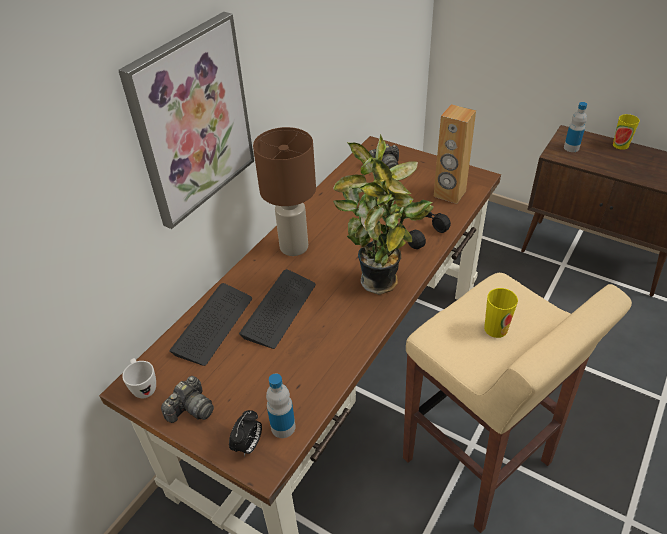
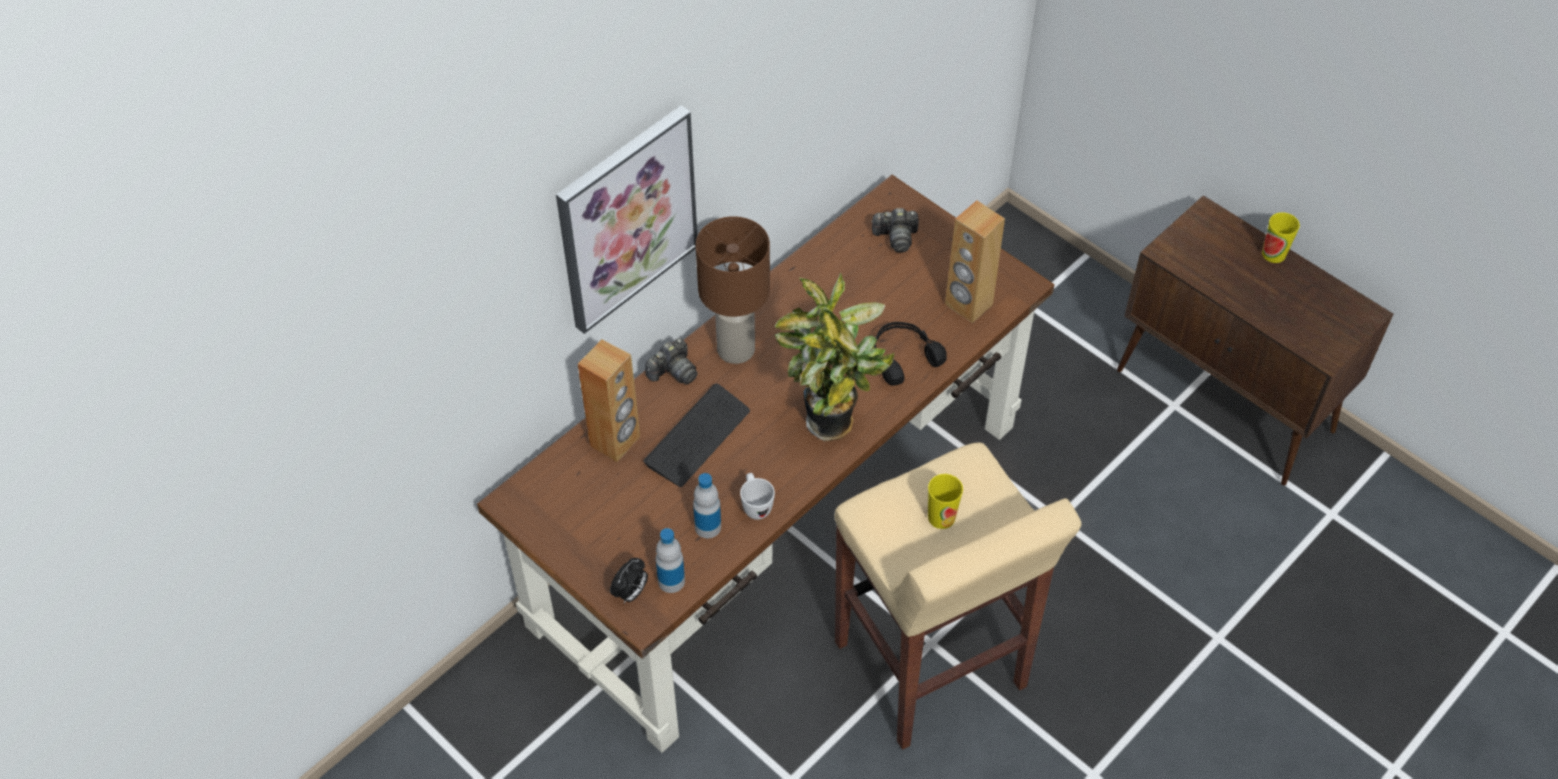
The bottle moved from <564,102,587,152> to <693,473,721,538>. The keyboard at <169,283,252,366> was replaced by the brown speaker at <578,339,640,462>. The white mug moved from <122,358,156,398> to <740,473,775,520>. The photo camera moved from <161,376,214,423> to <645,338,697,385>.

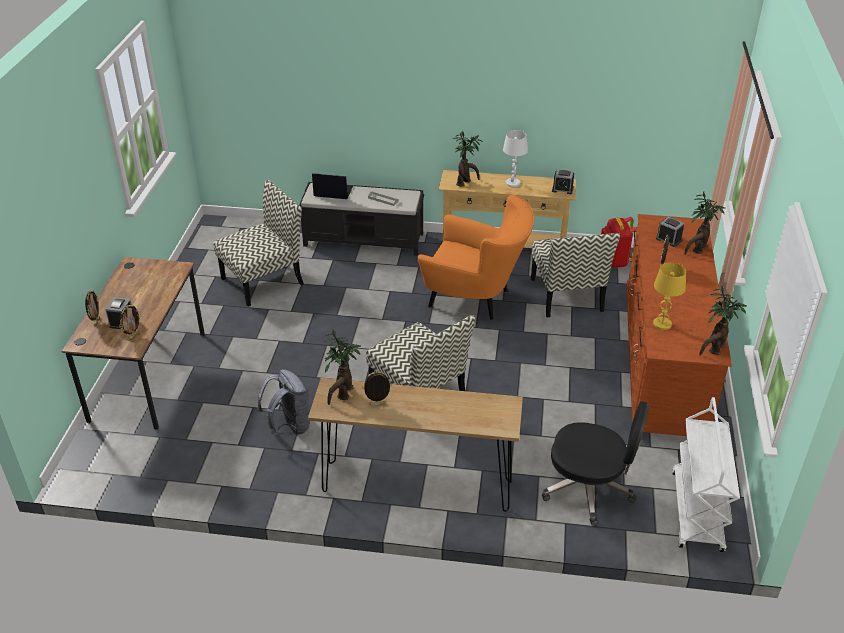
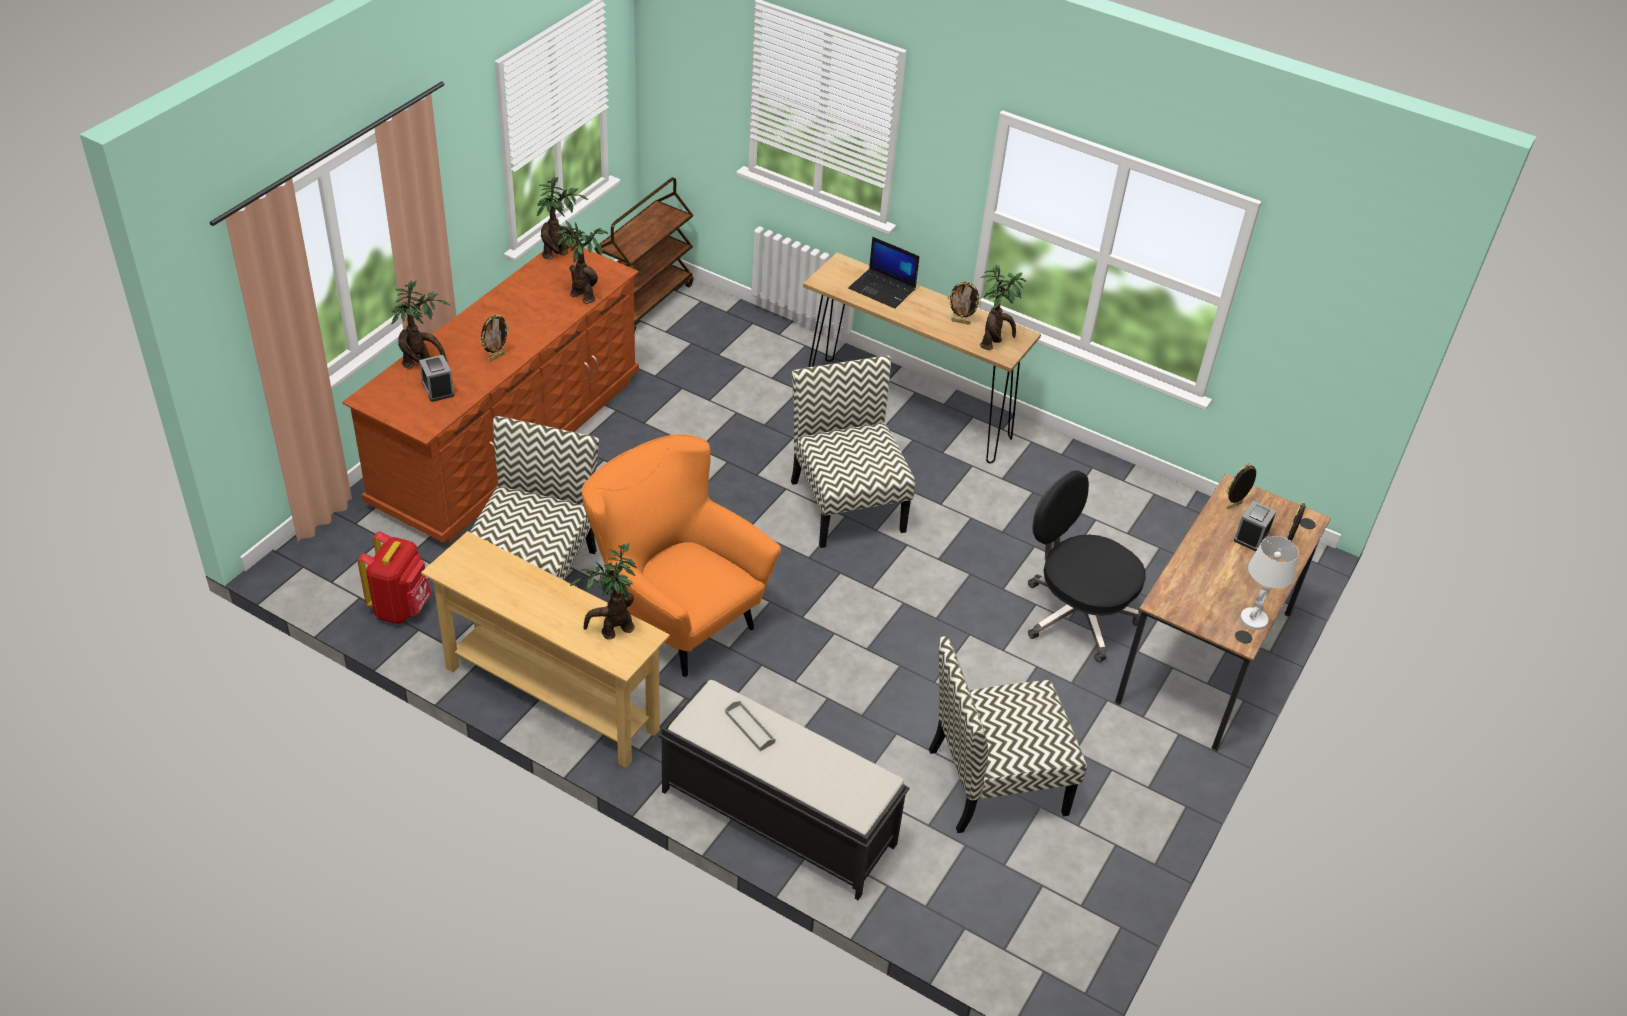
The white table lamp moved from <503,130,528,187> to <1240,536,1299,630>. The alarm clock at <552,169,574,194> disappeared. The laptop moved from <312,173,353,199> to <848,237,920,309>. The yellow table lamp at <653,262,686,330> was replaced by the potted plant at <555,220,608,304>. The grey backpack at <258,369,310,435> disappeared. The white cart at <672,397,740,552> became the brown cart at <594,177,694,331>. The black office chair moved from <542,401,649,526> to <1028,470,1146,663>.

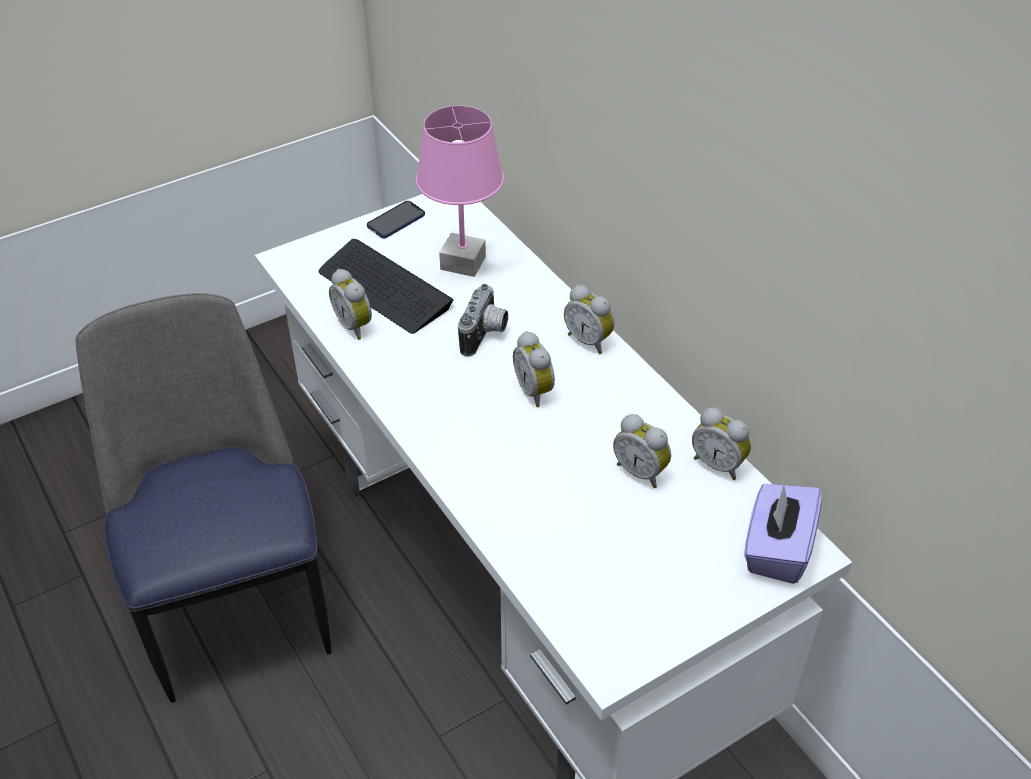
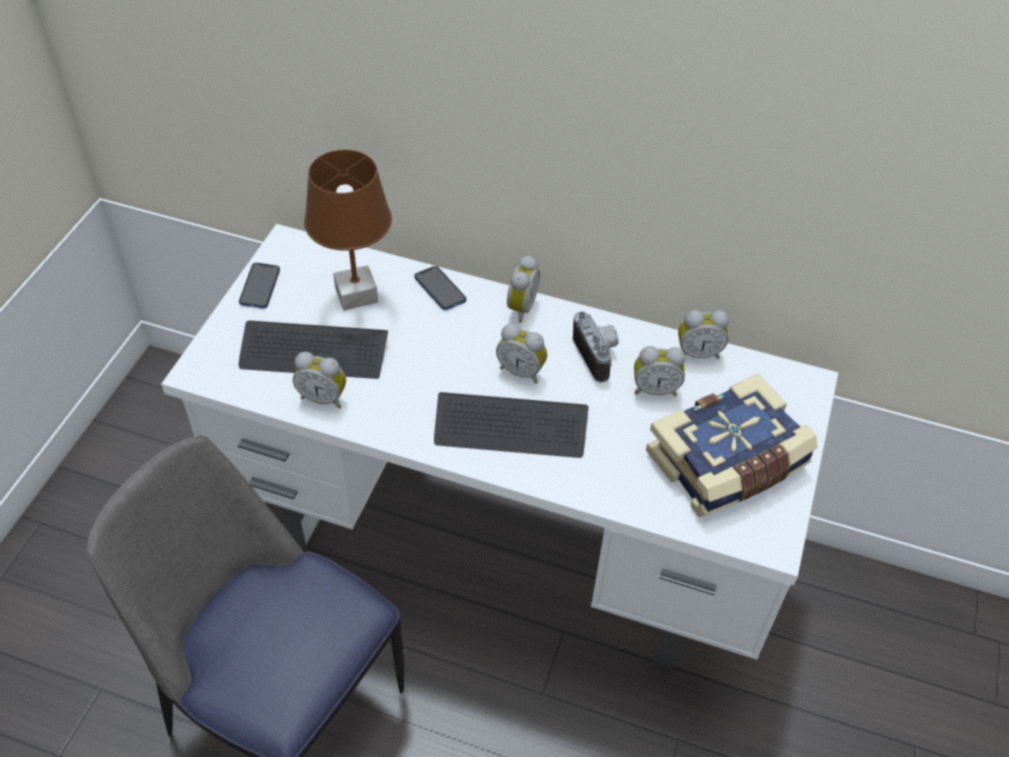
The pink table lamp at <416,106,504,277> became the brown table lamp at <304,150,392,310>. The photo camera moved from <458,284,508,356> to <573,312,619,382>. The alarm clock at <564,285,615,354> turned 75 degrees counterclockwise. The purple tissue box at <744,484,822,584> disappeared. The phone at <414,266,466,310> appeared. The book at <646,374,818,517> appeared. The keyboard at <434,392,588,458> appeared.

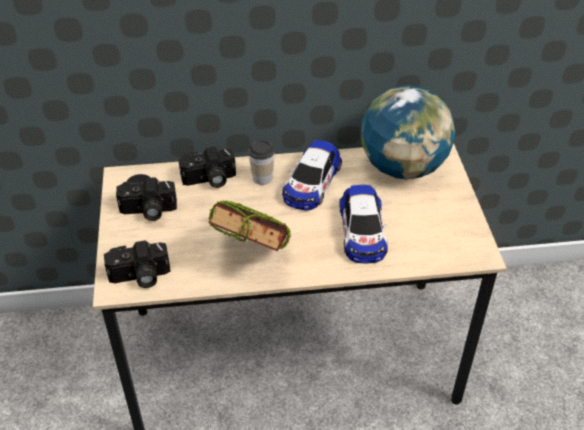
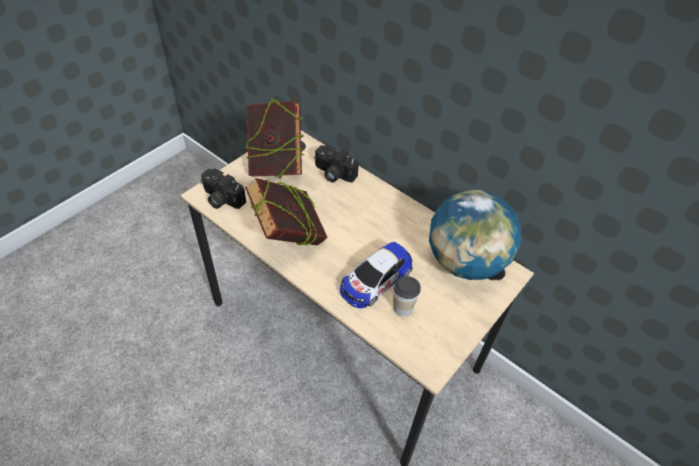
The cup moved from <248,140,275,185> to <393,276,421,316>. The toy car at <282,140,342,211> disappeared. The photo camera at <116,177,177,221> was replaced by the book at <245,98,304,178>.

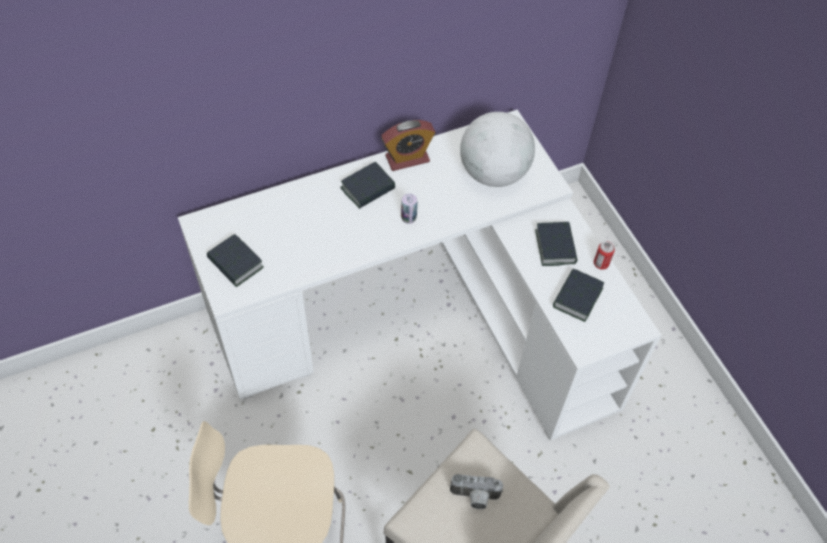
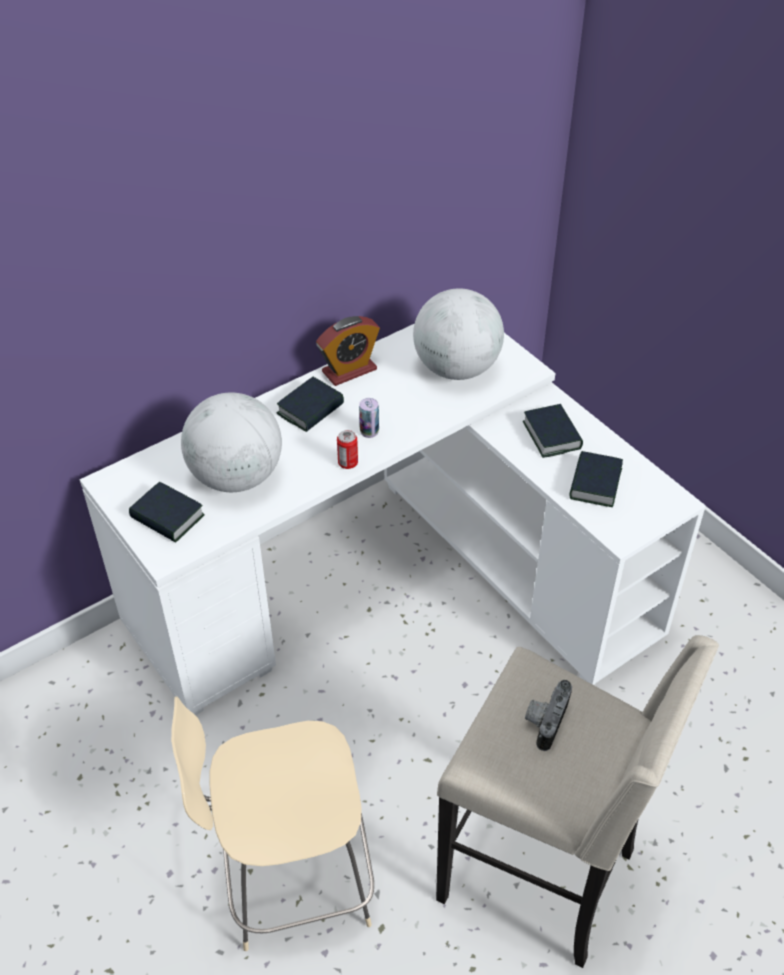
The can moved from <594,241,615,270> to <337,430,358,469>. The photo camera at <450,474,503,509> turned 120 degrees clockwise. The globe at <181,392,282,492> appeared.

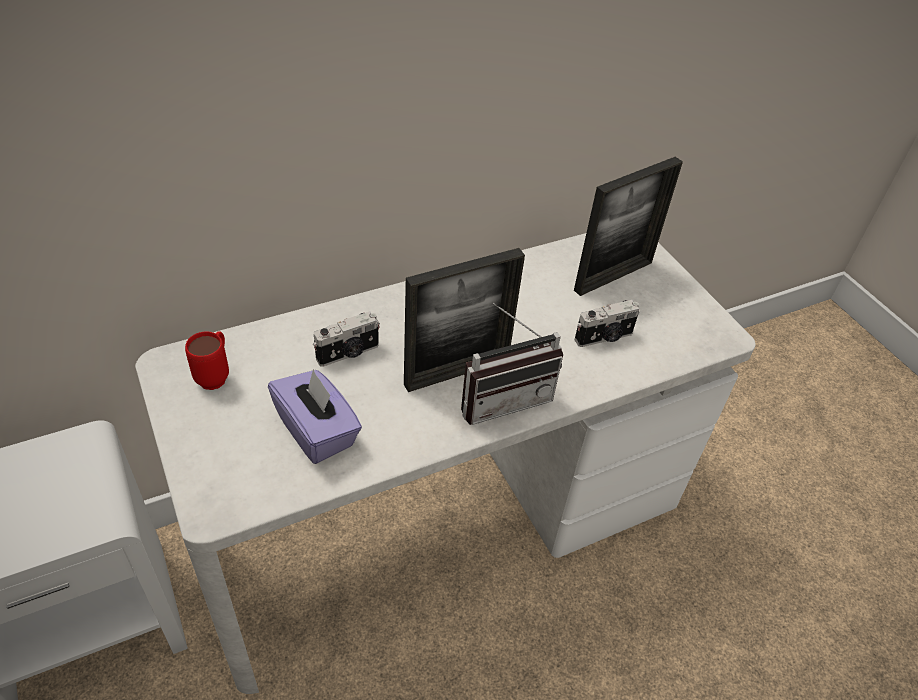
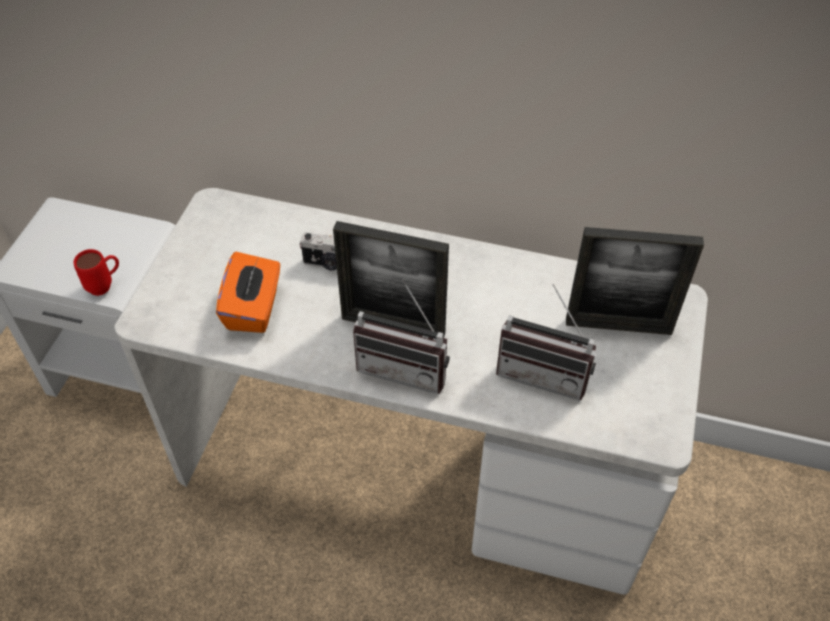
The photo camera at <575,300,639,347> was replaced by the radio at <496,284,596,400>. The red mug moved from <185,331,229,390> to <74,249,119,296>. The purple tissue box at <268,369,362,464> became the orange tissue box at <216,252,280,333>.

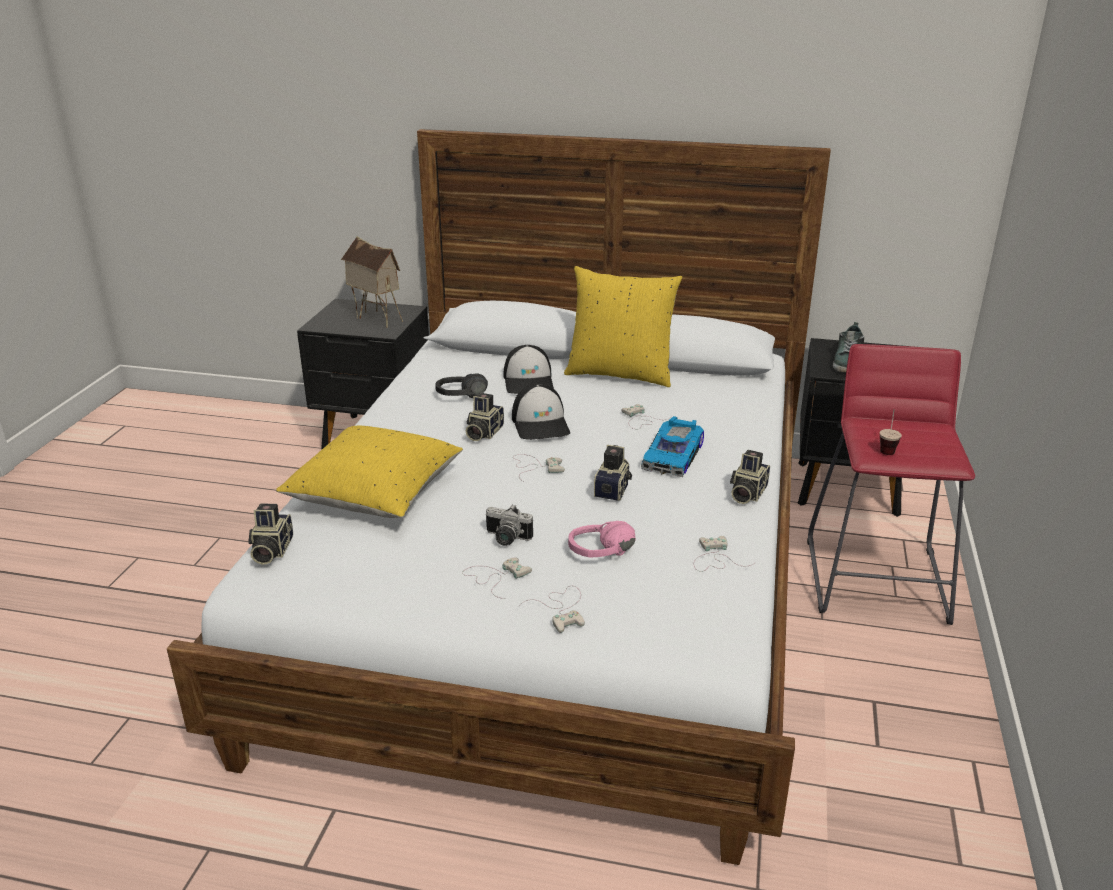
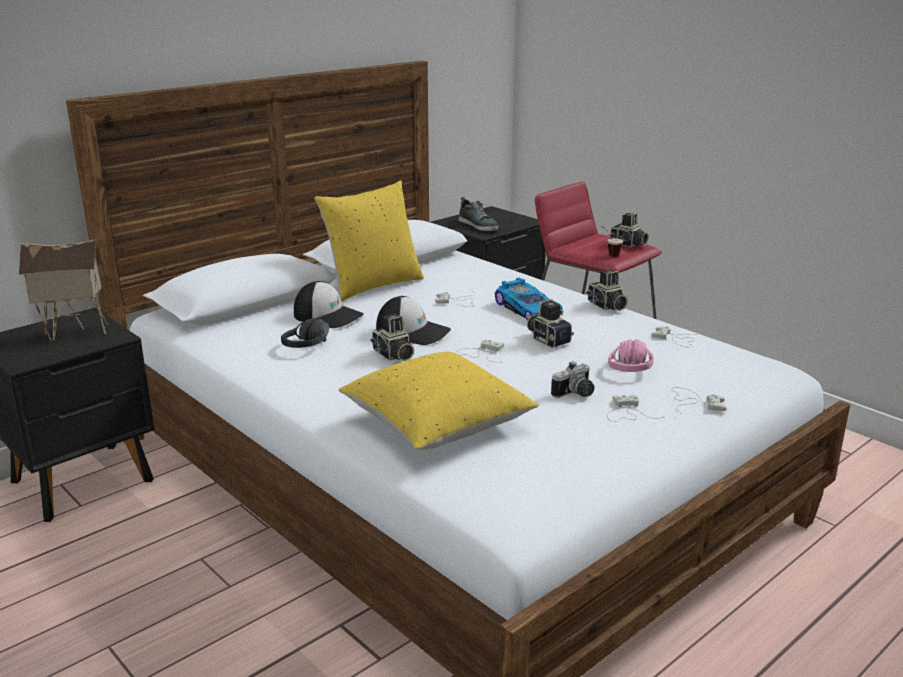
The photo camera moved from <248,503,293,565> to <609,213,649,247>.

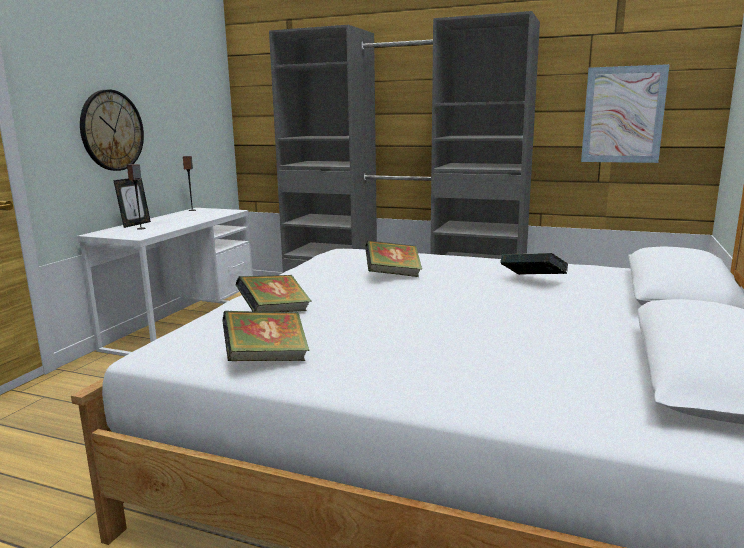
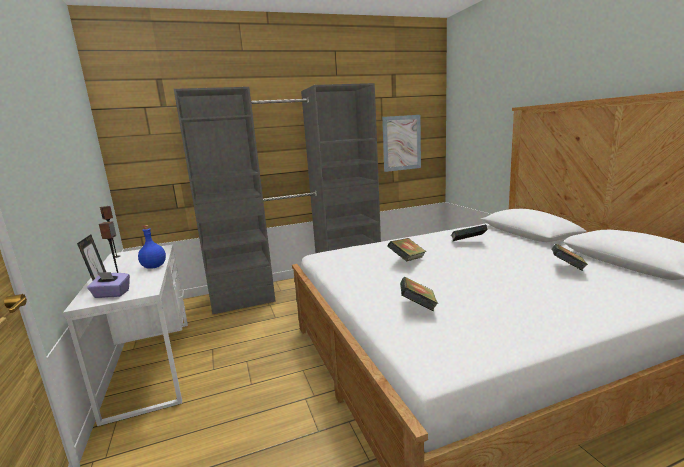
The wall clock at <80,90,144,171> disappeared. The book moved from <222,311,309,361> to <552,244,588,271>. The blue bottle at <138,225,166,269> appeared. The purple tissue box at <87,272,130,298> appeared.

